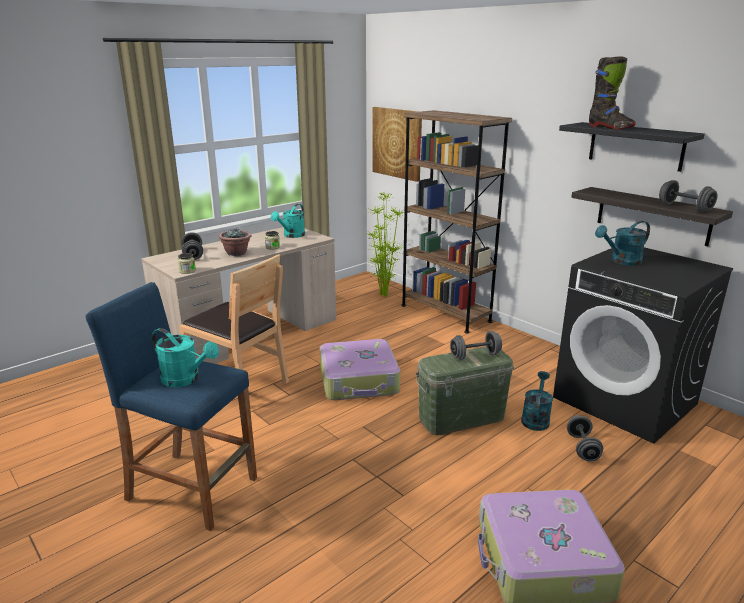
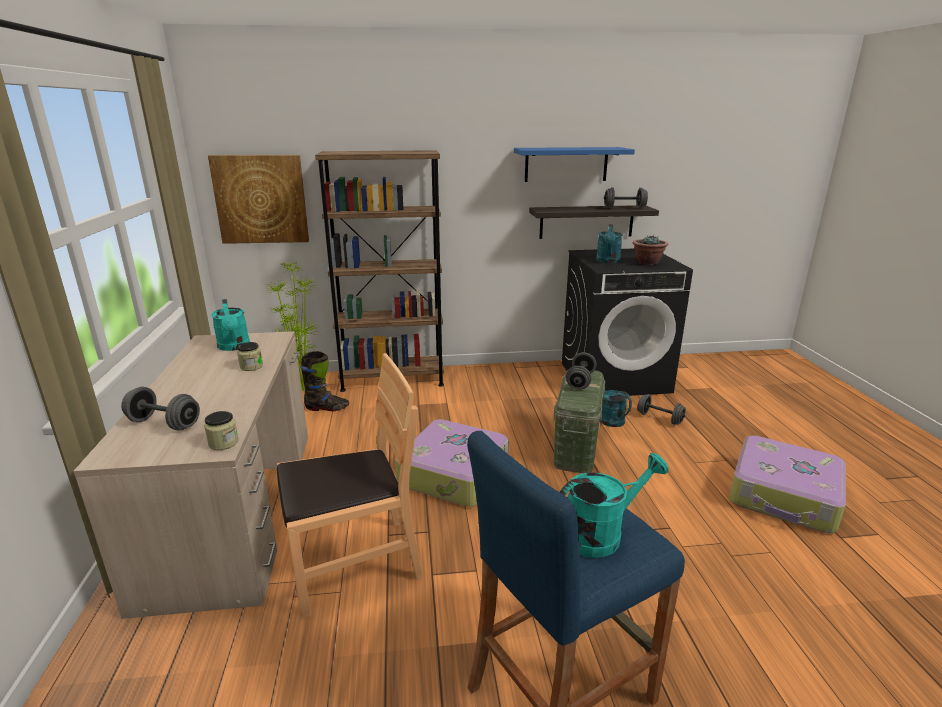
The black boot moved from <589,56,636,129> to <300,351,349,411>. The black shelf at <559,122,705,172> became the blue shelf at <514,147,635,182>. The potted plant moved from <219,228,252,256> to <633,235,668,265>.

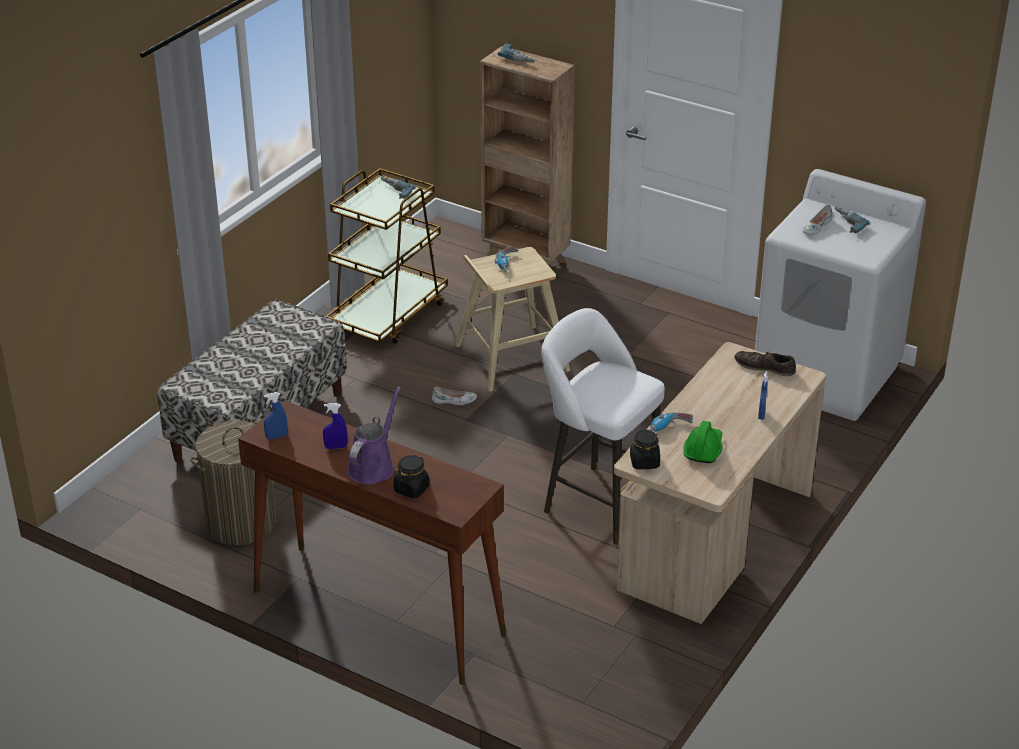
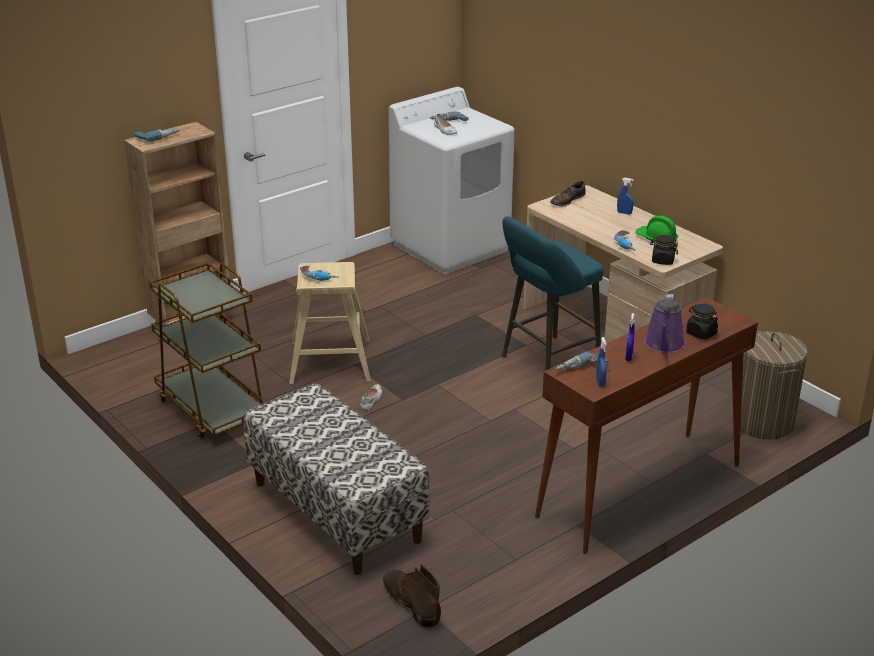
The power drill moved from <381,177,416,199> to <555,351,610,371>. The white stool at <541,308,665,545> became the turquoise stool at <502,216,603,371>. The purple watering can at <347,387,401,484> turned 120 degrees counterclockwise. The laundry basket moved from <190,420,277,545> to <741,331,808,440>. The brown boot at <383,565,441,628> appeared.

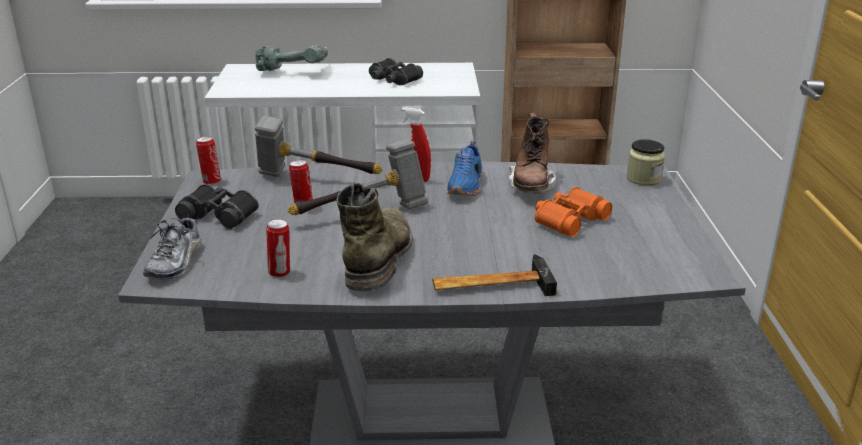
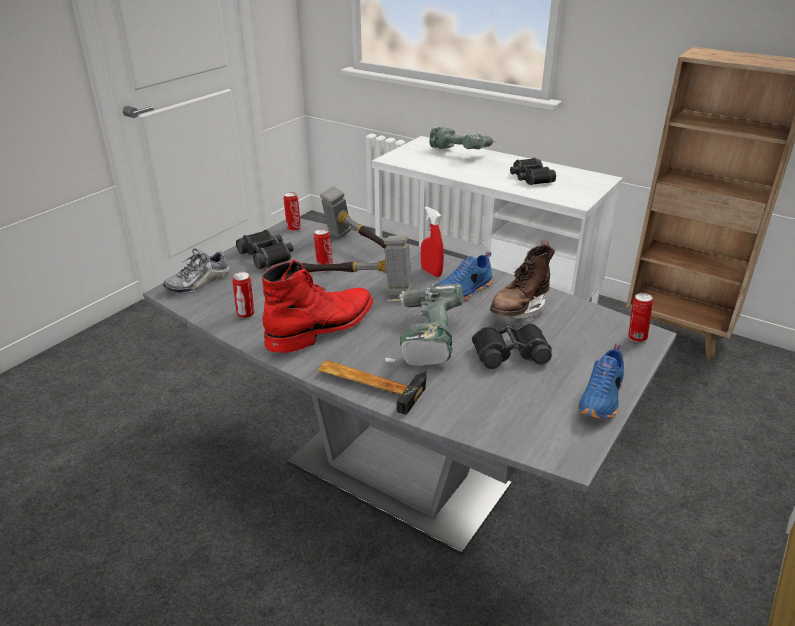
The jar at <627,139,665,186> was replaced by the can at <628,293,653,342>. The green boot at <336,182,413,292> became the red boot at <262,260,373,353>. The orange binoculars at <535,187,612,237> became the black binoculars at <472,323,552,369>. The power drill at <385,283,463,366> appeared. The blue shoe at <577,343,624,420> appeared.

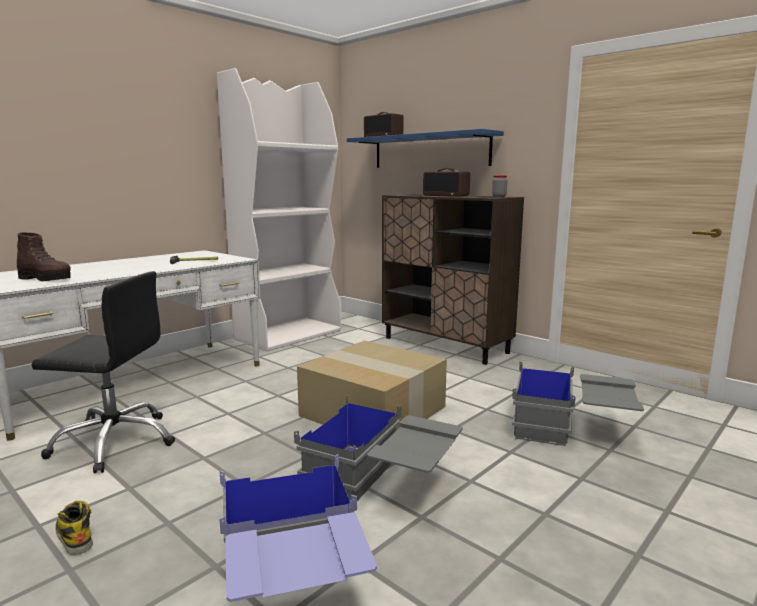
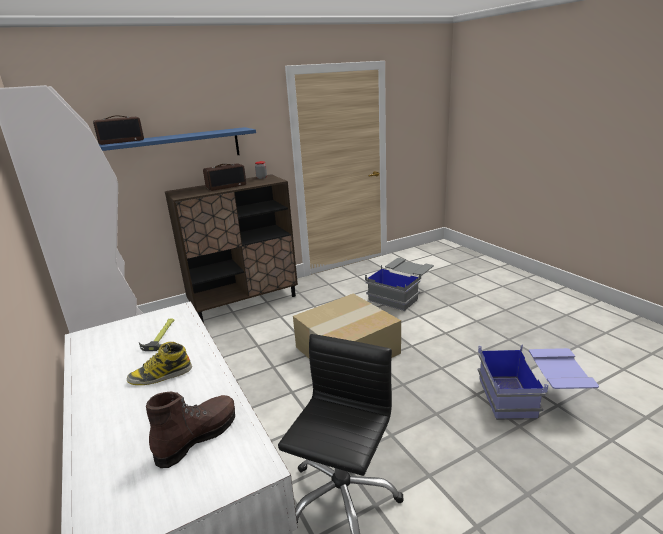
The grey storage box at <294,395,463,501> disappeared. The boot moved from <55,501,93,555> to <127,342,192,385>.

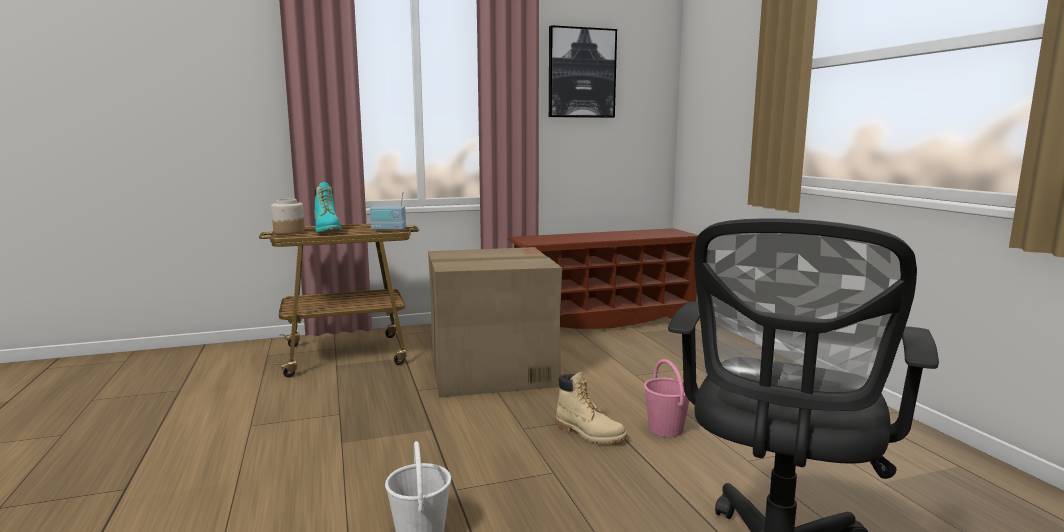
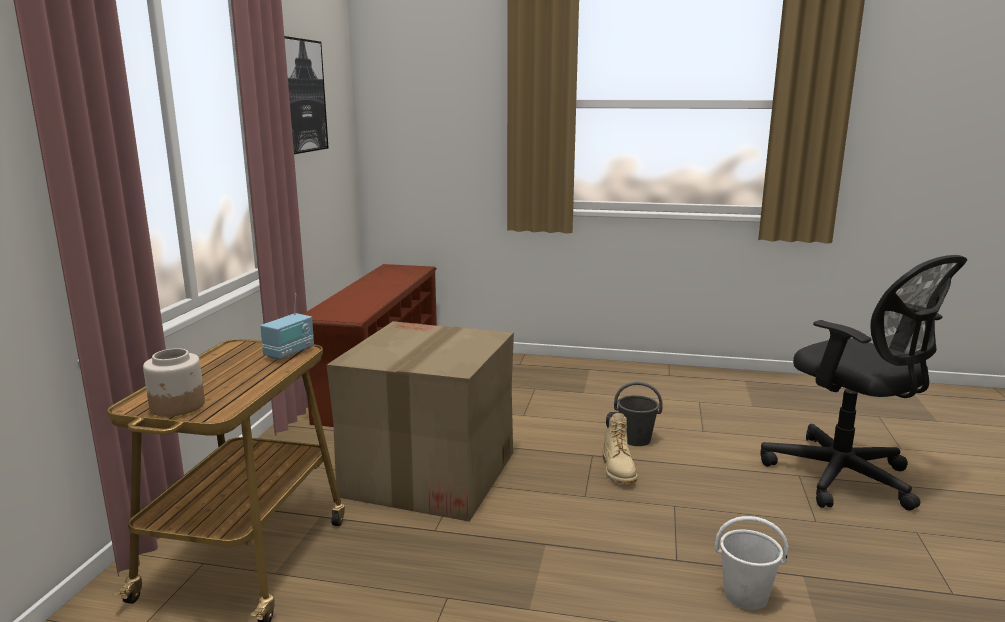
The turquoise boot at <315,182,342,232> disappeared. The pink bucket at <644,359,689,437> became the grey bucket at <614,382,663,446>. The beige boot at <555,372,627,444> turned 105 degrees clockwise.

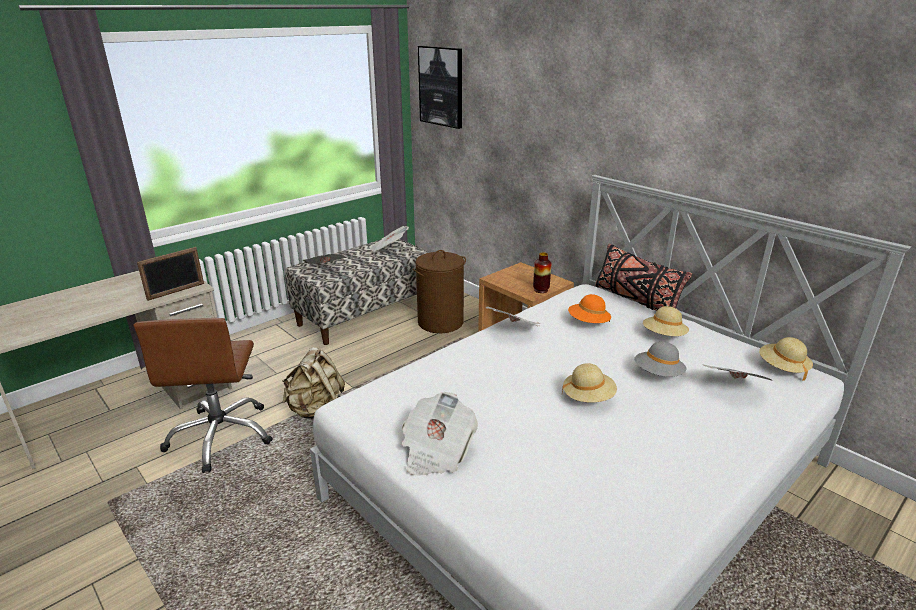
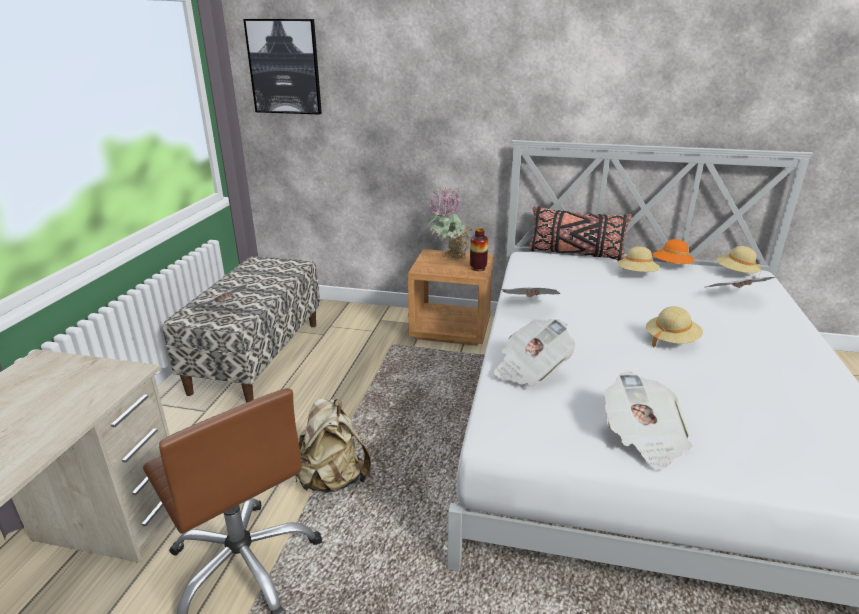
The newspaper moved from <369,226,409,253> to <494,319,575,387>. The picture frame at <137,247,204,301> disappeared. The brown laundry basket at <412,250,466,333> disappeared. The orange hat moved from <568,294,611,323> to <653,239,695,264>. The grey hat at <634,341,686,377> disappeared. The potted plant at <428,188,473,260> appeared.

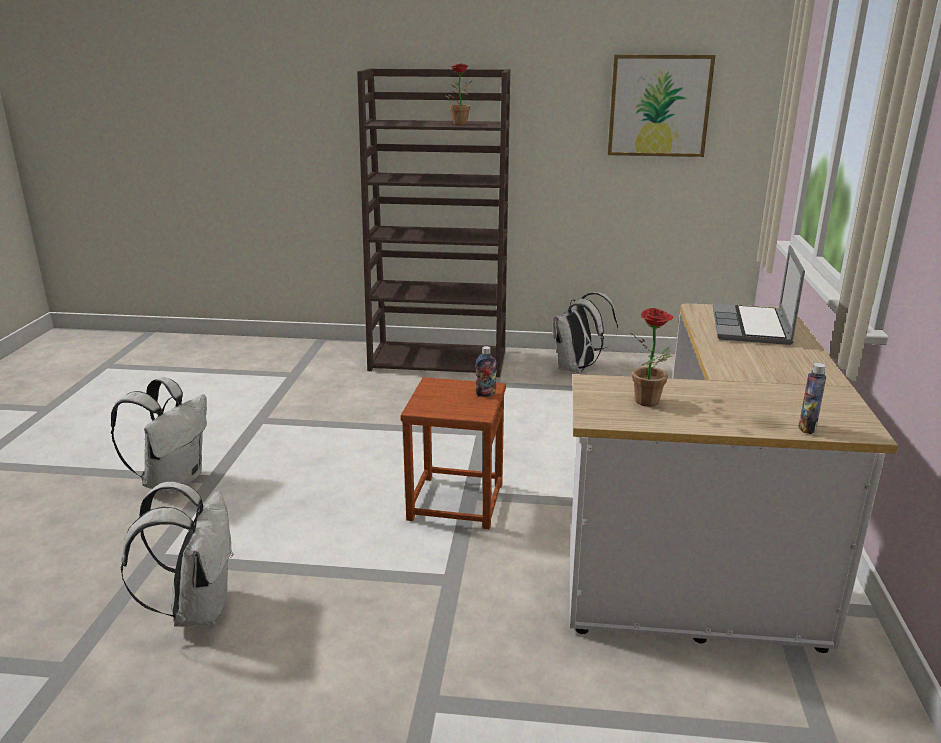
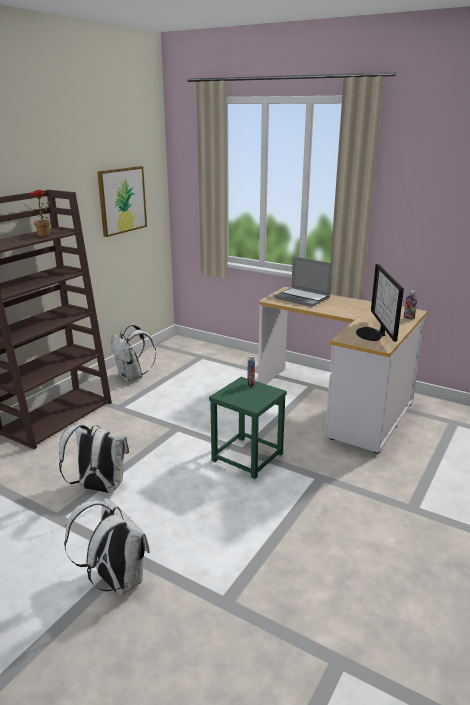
The potted plant at <631,308,673,407> was replaced by the monitor at <356,264,404,342>. The brown stool at <400,377,506,529> became the green stool at <209,377,287,479>. The white backpack moved from <121,482,234,627> to <59,424,129,493>.

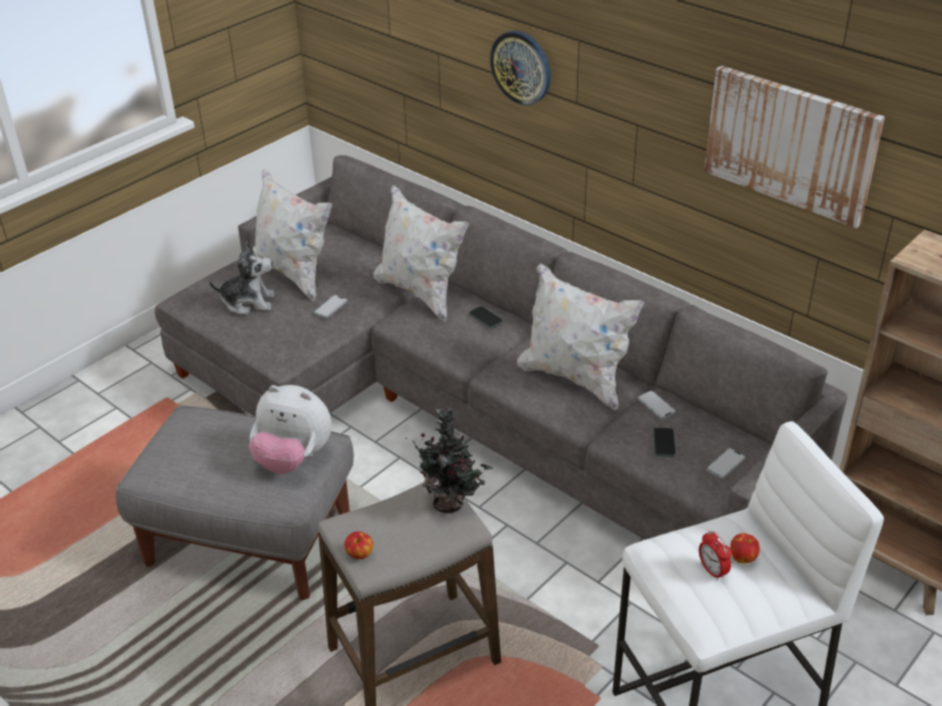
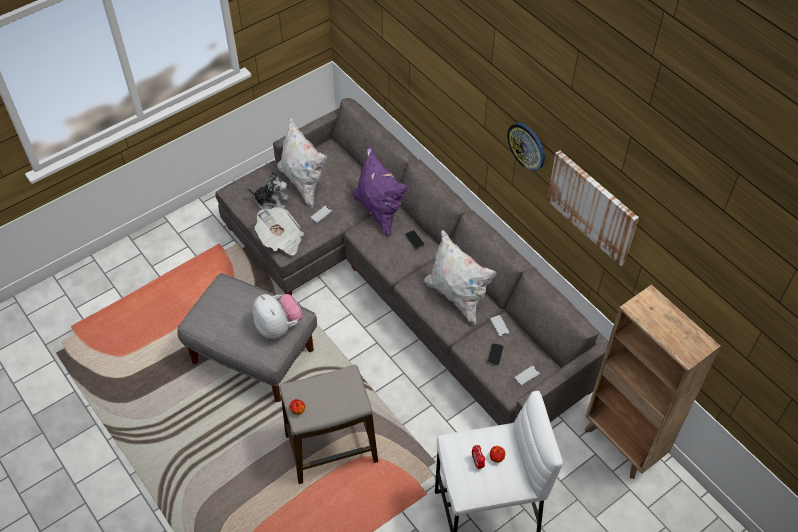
The wall clock moved from <490,31,551,105> to <507,123,545,171>. The white pillow at <373,185,469,321> became the purple pillow at <352,145,408,238>. The plush toy at <249,385,332,474> turned 150 degrees counterclockwise. The potted plant at <405,409,494,513> disappeared. The newspaper at <254,207,304,256> appeared.

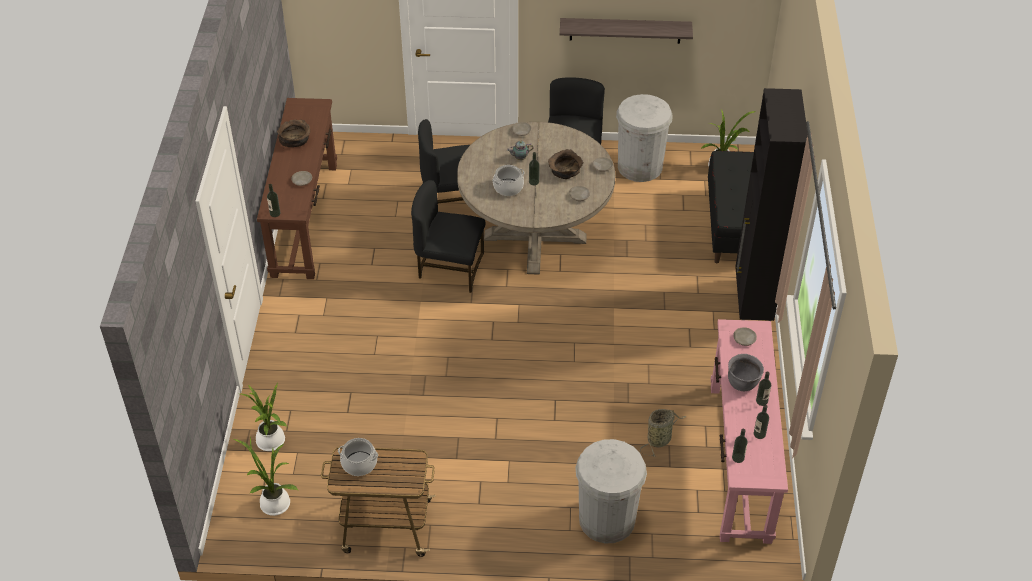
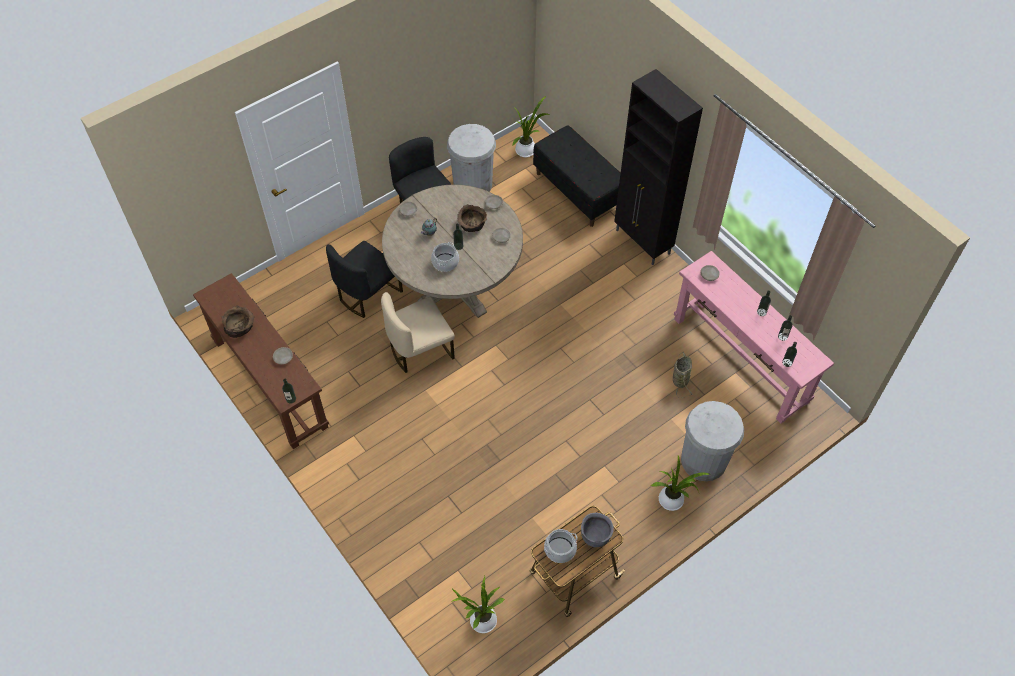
The shelf at <560,18,693,44> disappeared. The black chair at <411,180,485,293> became the beige chair at <381,292,455,373>. The grey cooking pot moved from <728,354,764,391> to <581,513,614,547>. The potted plant moved from <241,383,287,451> to <651,456,709,511>.

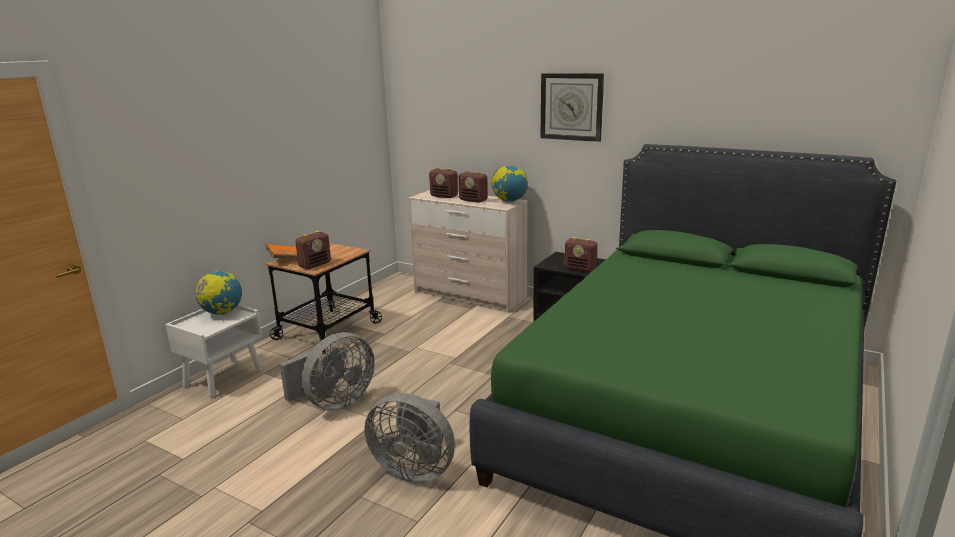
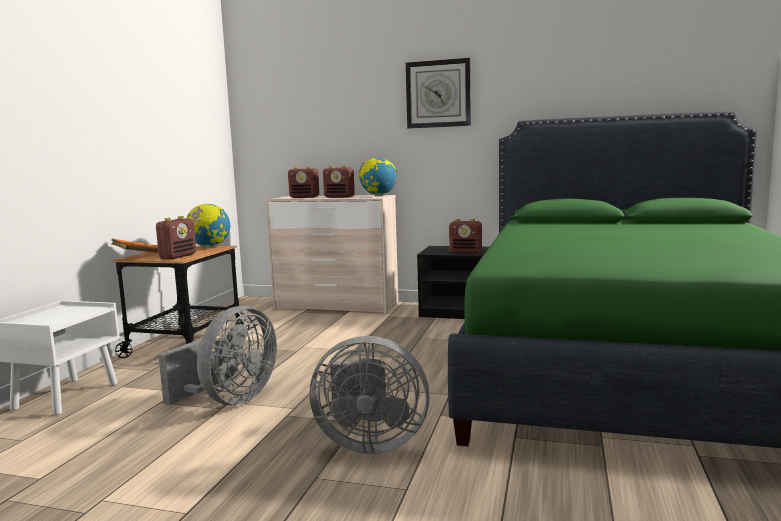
The globe moved from <195,271,242,315> to <186,204,230,248>.

